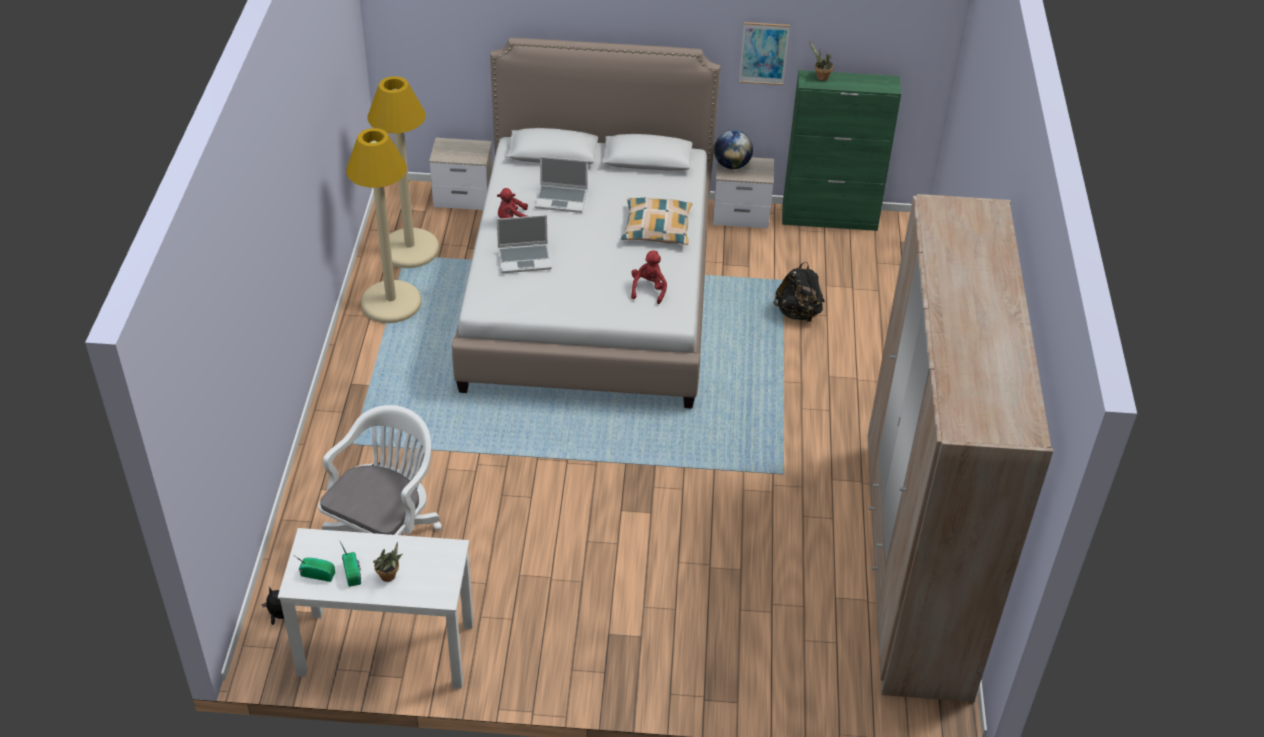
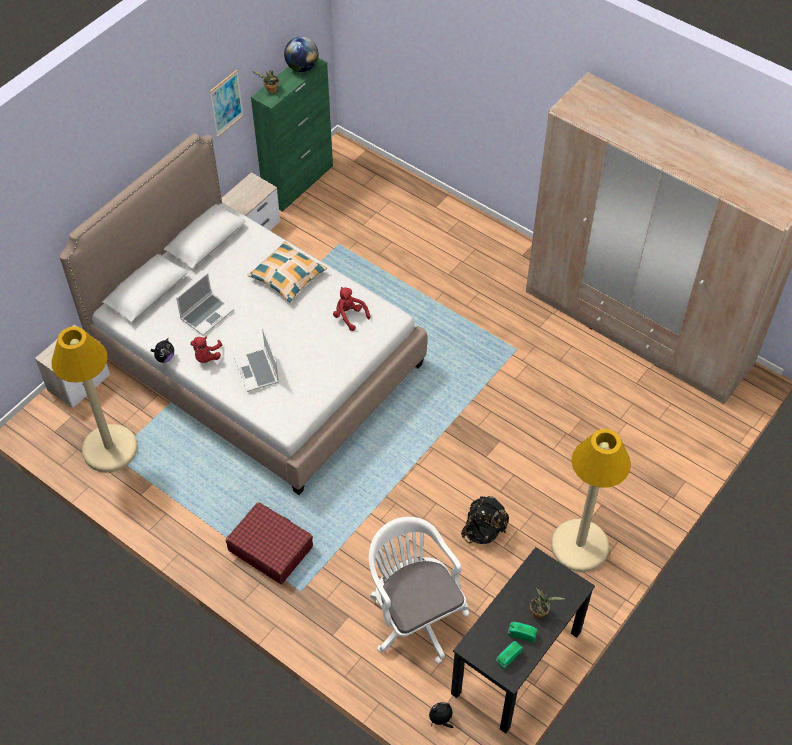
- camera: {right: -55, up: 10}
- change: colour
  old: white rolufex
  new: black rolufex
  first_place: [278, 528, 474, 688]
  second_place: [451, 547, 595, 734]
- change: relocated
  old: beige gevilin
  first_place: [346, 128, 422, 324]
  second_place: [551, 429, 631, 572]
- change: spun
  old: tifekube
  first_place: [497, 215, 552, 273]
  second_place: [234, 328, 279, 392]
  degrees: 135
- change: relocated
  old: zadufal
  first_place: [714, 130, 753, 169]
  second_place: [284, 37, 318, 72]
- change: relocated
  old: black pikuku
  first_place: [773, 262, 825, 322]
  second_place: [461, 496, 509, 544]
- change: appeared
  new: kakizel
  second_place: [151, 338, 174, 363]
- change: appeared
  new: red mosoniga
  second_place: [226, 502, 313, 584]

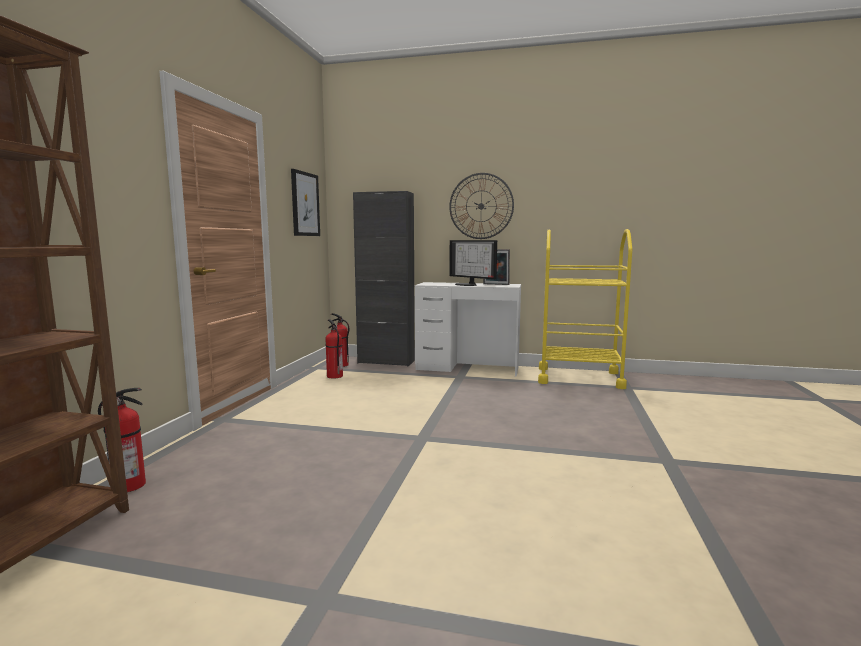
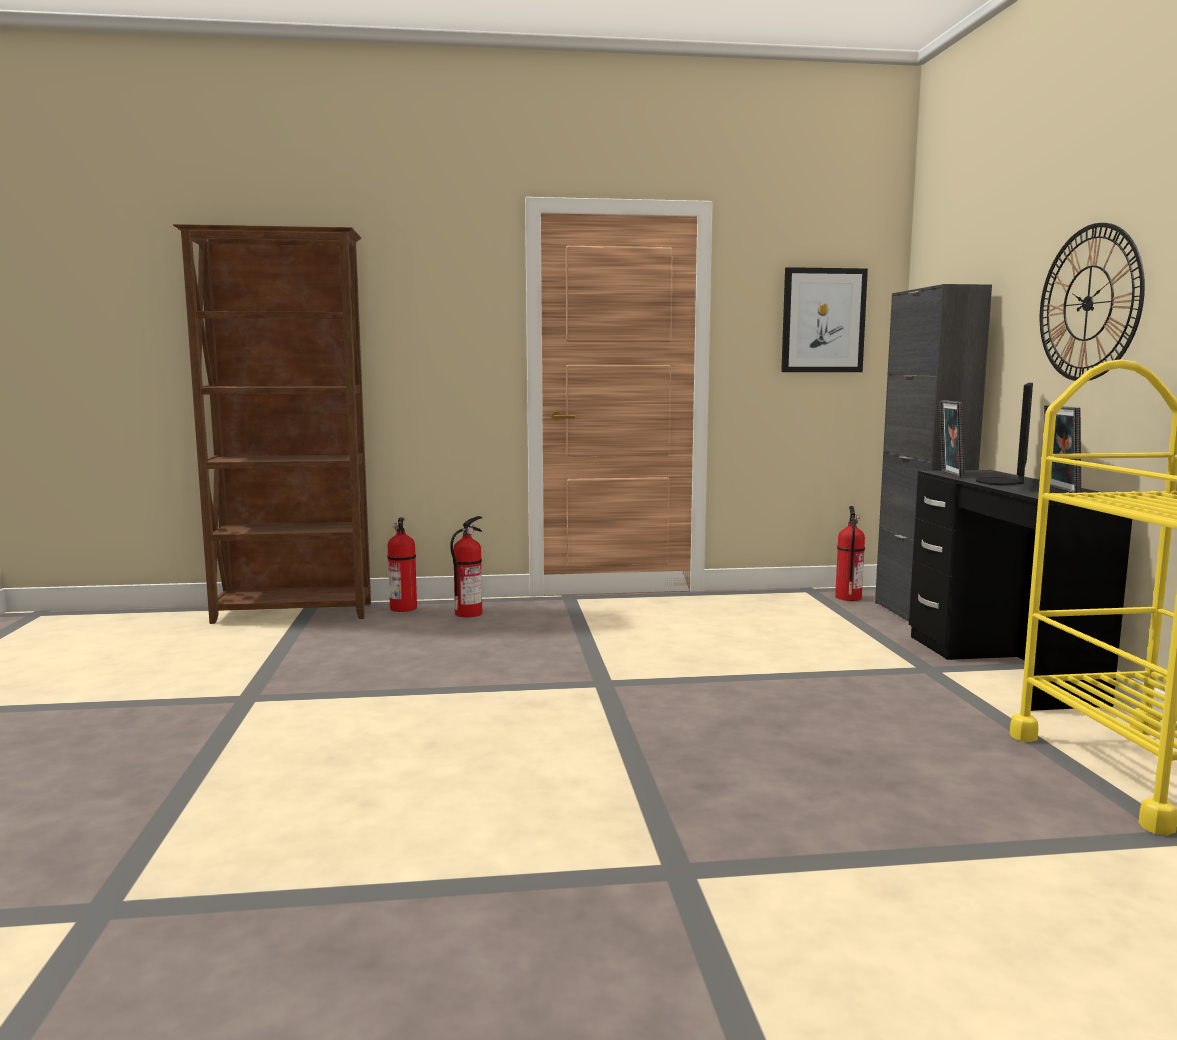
- camera: {right: 70, up: 0}
- change: relocated
  old: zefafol
  first_place: [325, 319, 343, 378]
  second_place: [450, 516, 482, 617]
- change: colour
  old: white rolufex
  new: black rolufex
  first_place: [415, 282, 521, 377]
  second_place: [909, 470, 1132, 711]
- change: appeared
  new: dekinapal
  second_place: [939, 400, 965, 478]

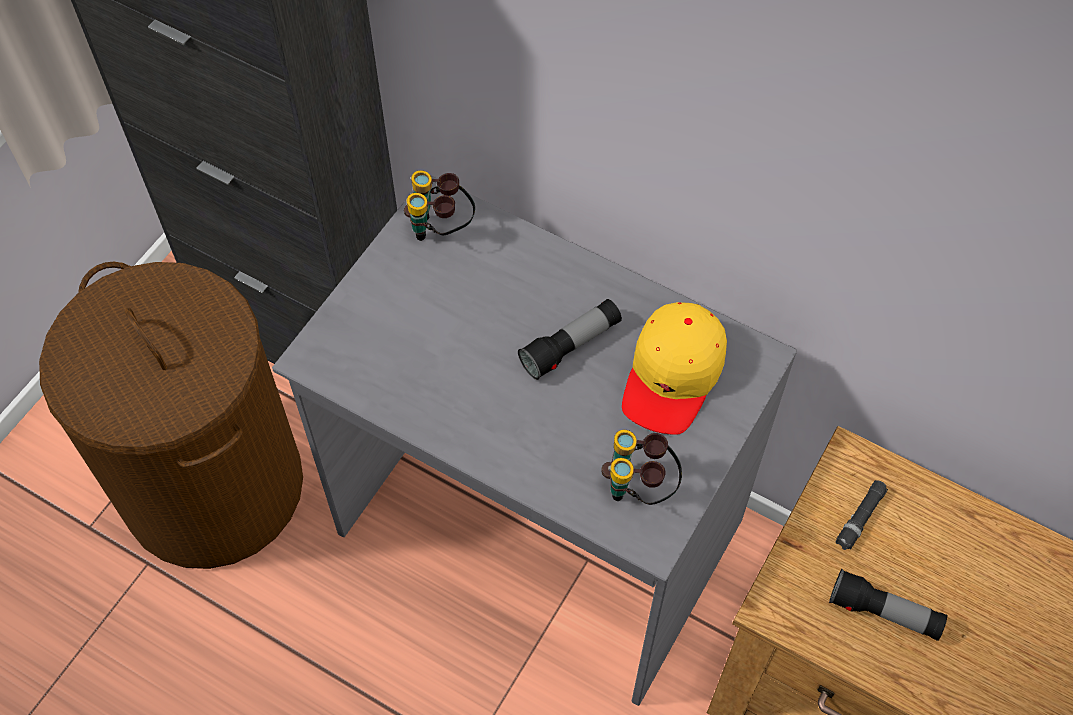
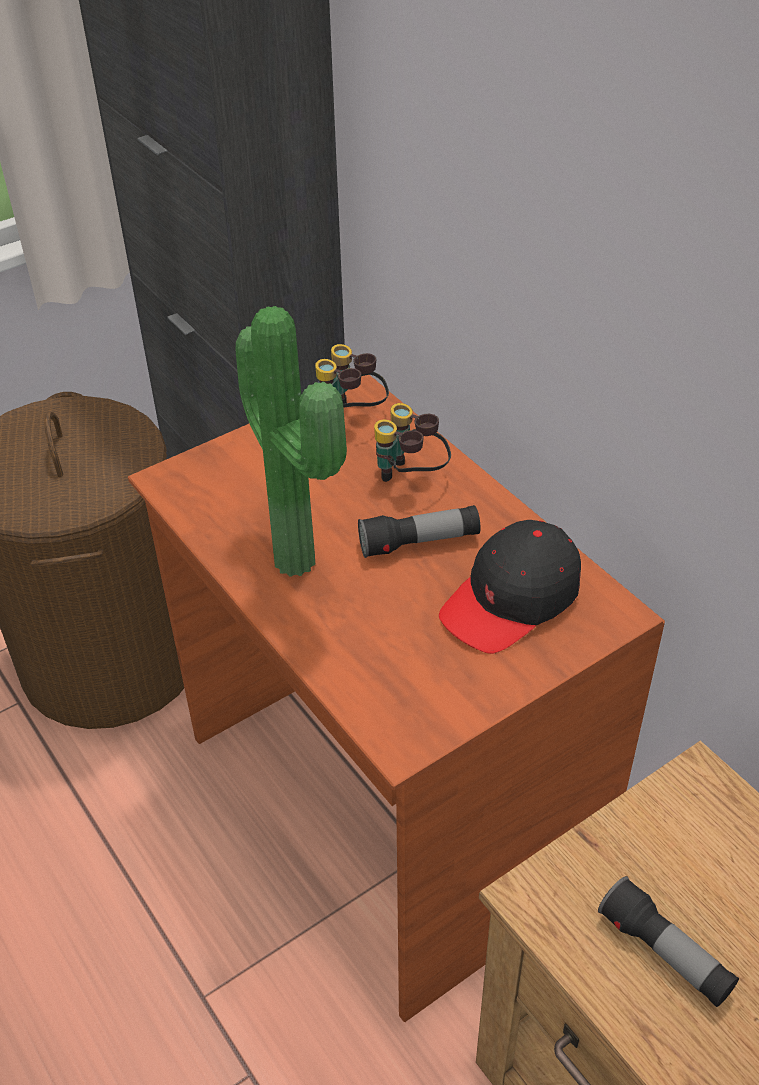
- camera: {right: 25, up: -15}
- change: colour
  old: grey rolufex
  new: brown rolufex
  first_place: [272, 176, 797, 706]
  second_place: [128, 375, 665, 1022]
- change: relocated
  old: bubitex
  first_place: [601, 430, 682, 505]
  second_place: [374, 403, 451, 482]
- change: colour
  old: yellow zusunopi
  new: black zusunopi
  first_place: [622, 302, 727, 435]
  second_place: [439, 520, 581, 654]
- change: missing
  old: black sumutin
  first_place: [836, 480, 888, 550]
- change: appeared
  new: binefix
  second_place: [236, 306, 347, 577]

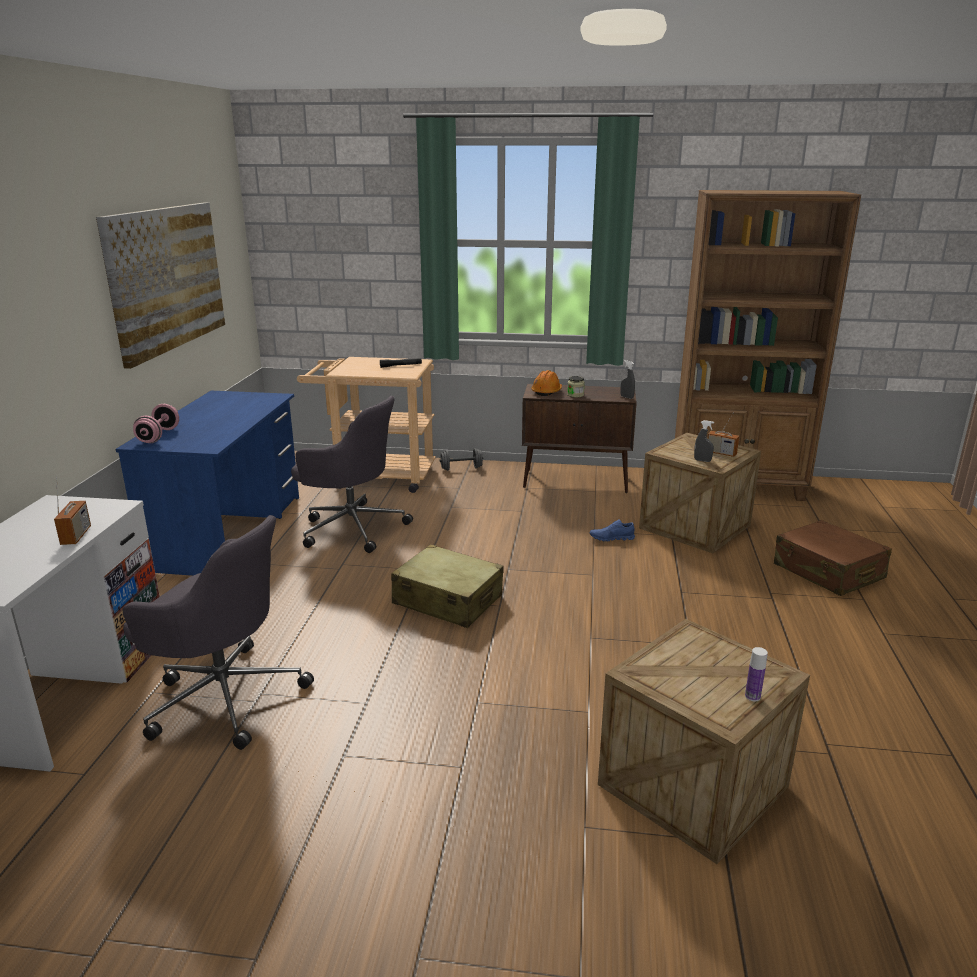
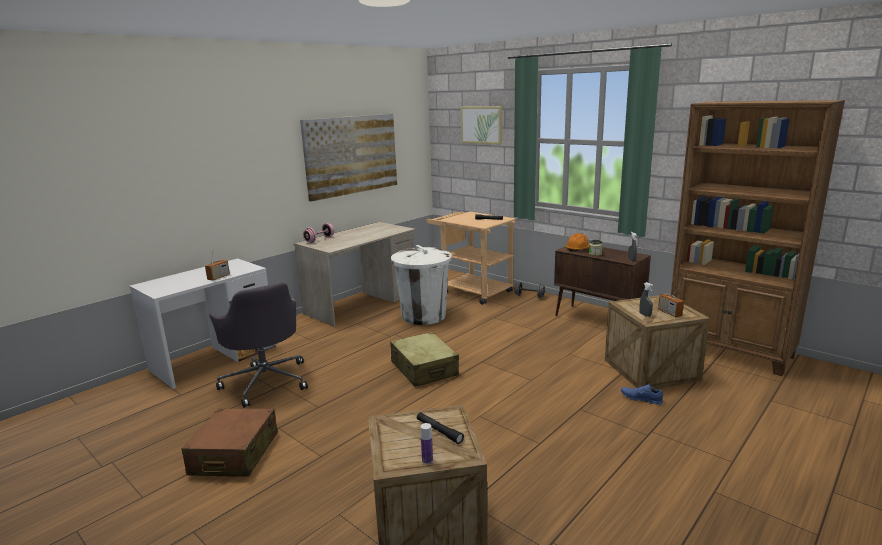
- camera: {right: 35, up: -5}
- change: colour
  old: blue rolufex
  new: beige rolufex
  first_place: [116, 391, 299, 576]
  second_place: [294, 222, 415, 327]
- change: exchanged
  old: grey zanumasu
  new: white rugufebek
  first_place: [291, 396, 413, 553]
  second_place: [391, 245, 452, 325]
- change: relocated
  old: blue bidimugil
  first_place: [590, 519, 635, 542]
  second_place: [621, 384, 663, 405]
- change: relocated
  old: brown mosoniga
  first_place: [774, 520, 892, 596]
  second_place: [182, 408, 278, 477]
- change: appeared
  new: black sumutin
  second_place: [417, 412, 464, 444]
- change: appeared
  new: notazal
  second_place: [461, 106, 502, 145]

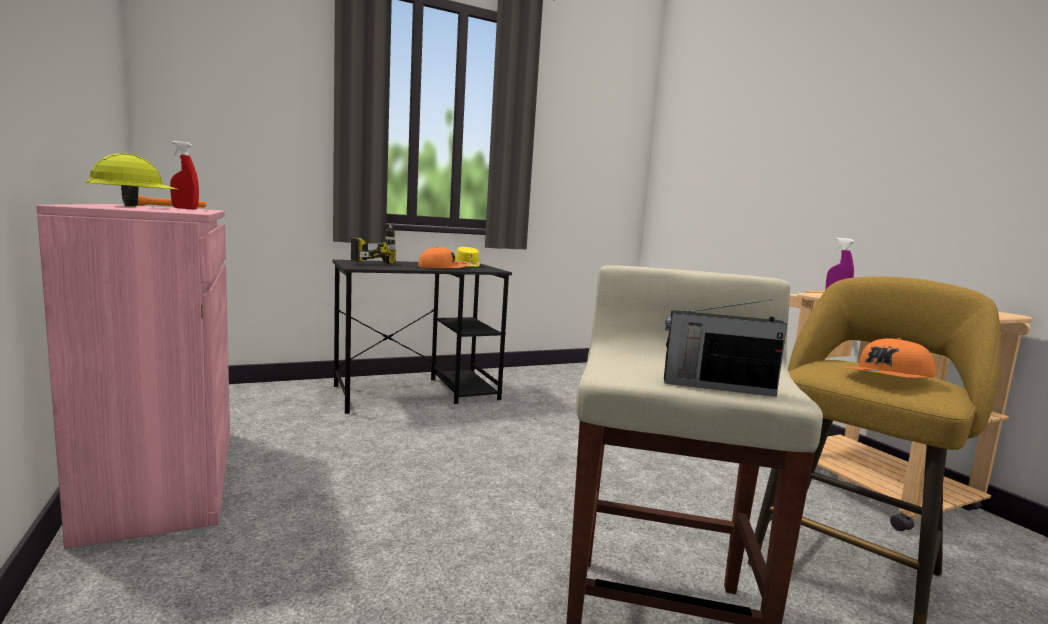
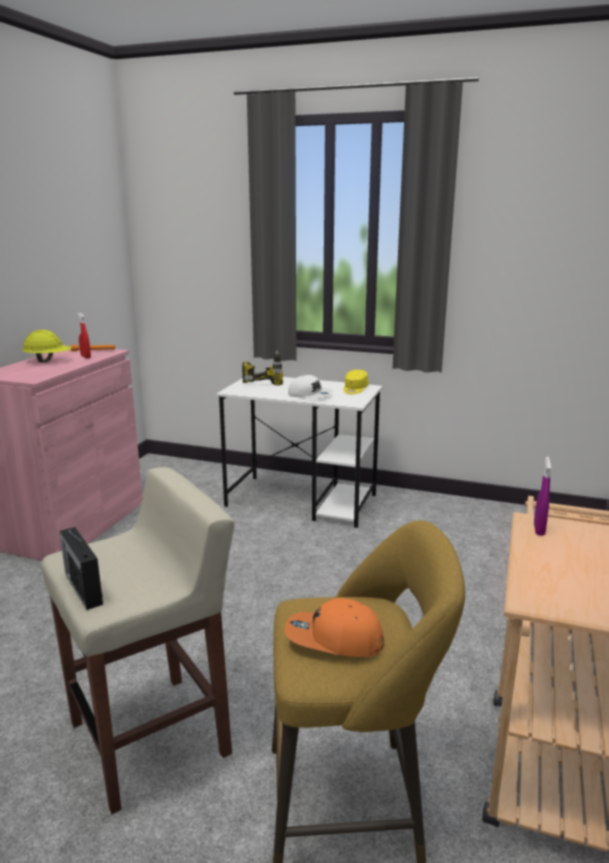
- camera: {right: 45, up: 10}
- change: colour
  old: black rolufex
  new: white rolufex
  first_place: [332, 260, 512, 414]
  second_place: [216, 377, 383, 528]
- change: colour
  old: orange zusunopi
  new: white zusunopi
  first_place: [418, 247, 469, 268]
  second_place: [288, 375, 334, 399]

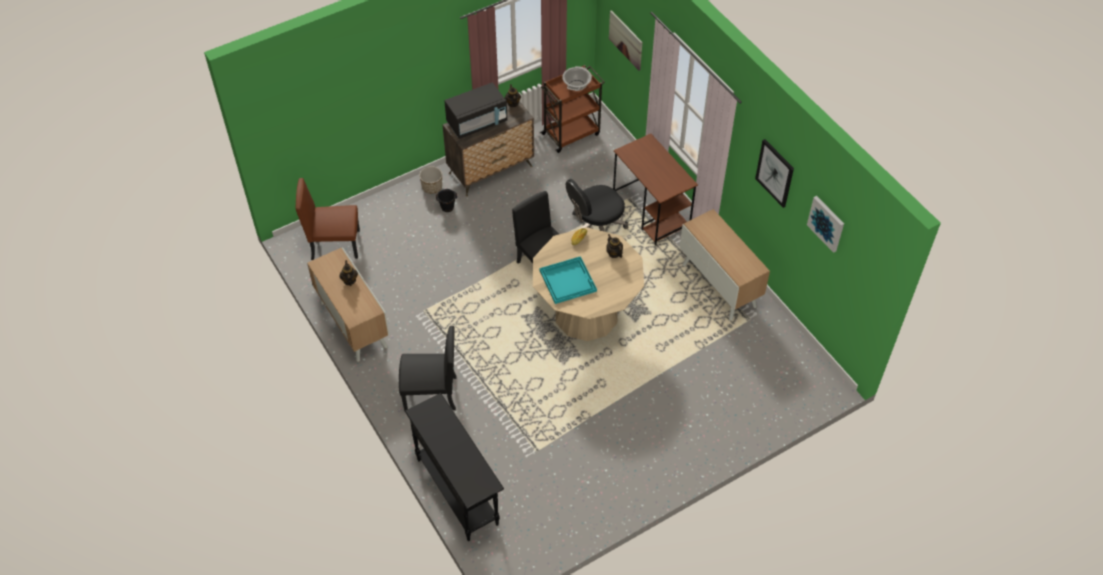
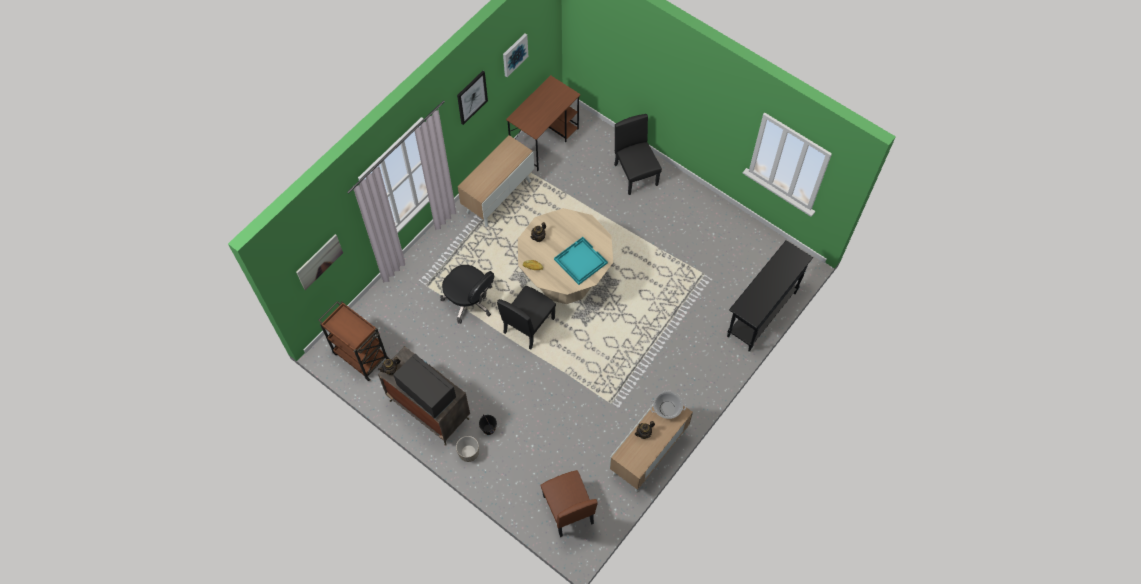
- camera: {right: -110, up: 10}
- change: relocated
  old: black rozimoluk
  first_place: [399, 326, 457, 411]
  second_place: [614, 114, 662, 195]
- change: relocated
  old: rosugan
  first_place: [562, 66, 592, 91]
  second_place: [650, 391, 686, 419]
- change: relocated
  old: brown rolufex
  first_place: [613, 134, 698, 245]
  second_place: [506, 75, 581, 171]

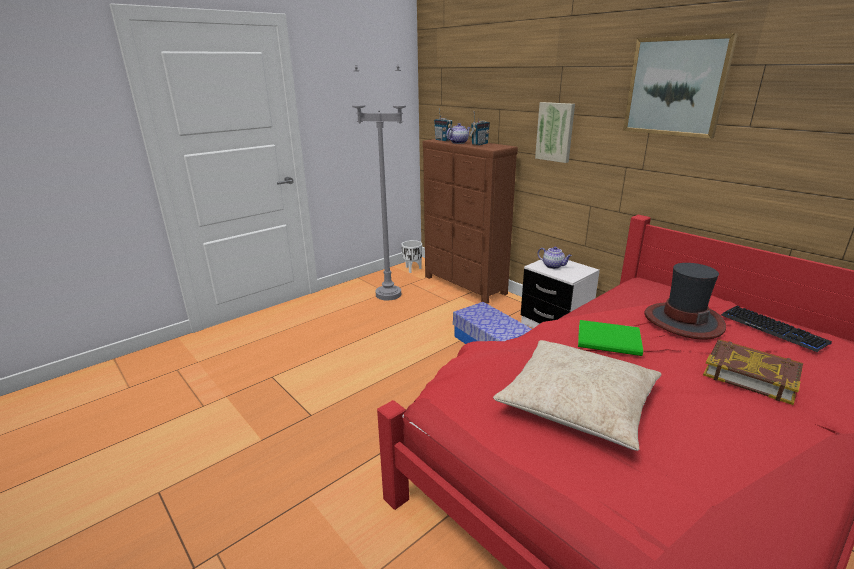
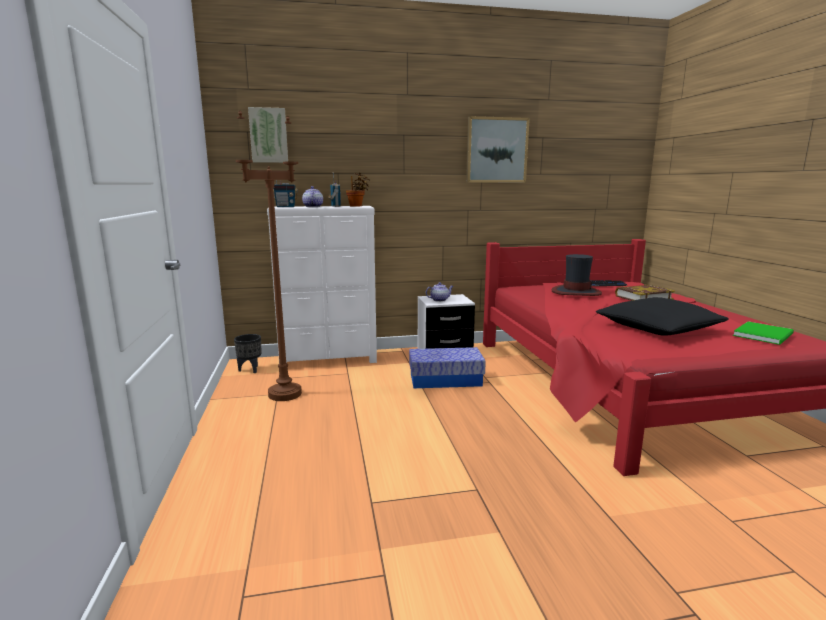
- camera: {right: -60, up: -10}
- change: colour
  old: grey gevilin
  new: brown gevilin
  first_place: [352, 65, 406, 300]
  second_place: [236, 111, 302, 401]
- change: colour
  old: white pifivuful
  new: black pifivuful
  first_place: [401, 240, 422, 273]
  second_place: [234, 334, 262, 373]
- change: colour
  old: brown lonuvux
  new: white lonuvux
  first_place: [423, 139, 518, 304]
  second_place: [267, 206, 377, 363]
- change: colour
  old: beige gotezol
  new: black gotezol
  first_place: [493, 340, 662, 451]
  second_place: [596, 297, 729, 336]
- change: relocated
  old: notazal
  first_place: [535, 102, 575, 163]
  second_place: [248, 107, 288, 163]
- change: relocated
  old: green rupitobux
  first_place: [578, 320, 643, 356]
  second_place: [733, 321, 794, 345]
- change: appeared
  new: binefix
  second_place: [346, 173, 370, 207]

